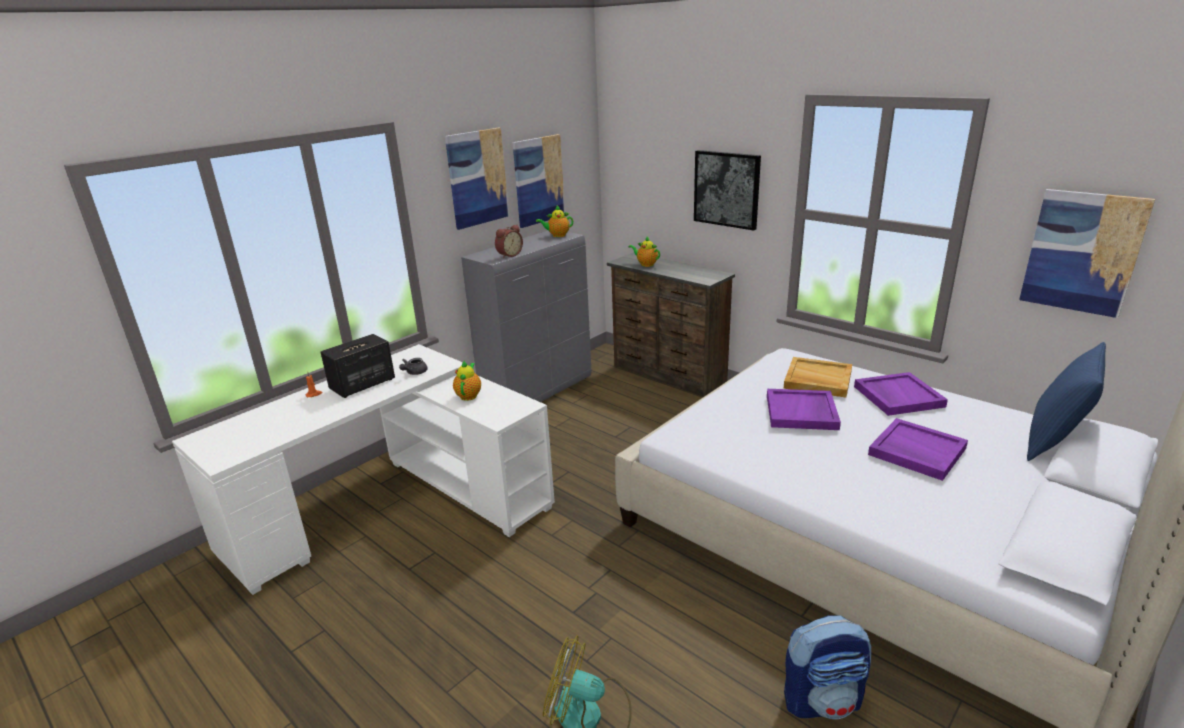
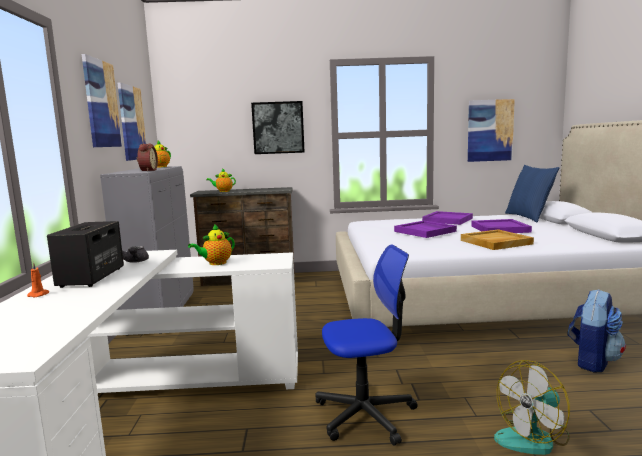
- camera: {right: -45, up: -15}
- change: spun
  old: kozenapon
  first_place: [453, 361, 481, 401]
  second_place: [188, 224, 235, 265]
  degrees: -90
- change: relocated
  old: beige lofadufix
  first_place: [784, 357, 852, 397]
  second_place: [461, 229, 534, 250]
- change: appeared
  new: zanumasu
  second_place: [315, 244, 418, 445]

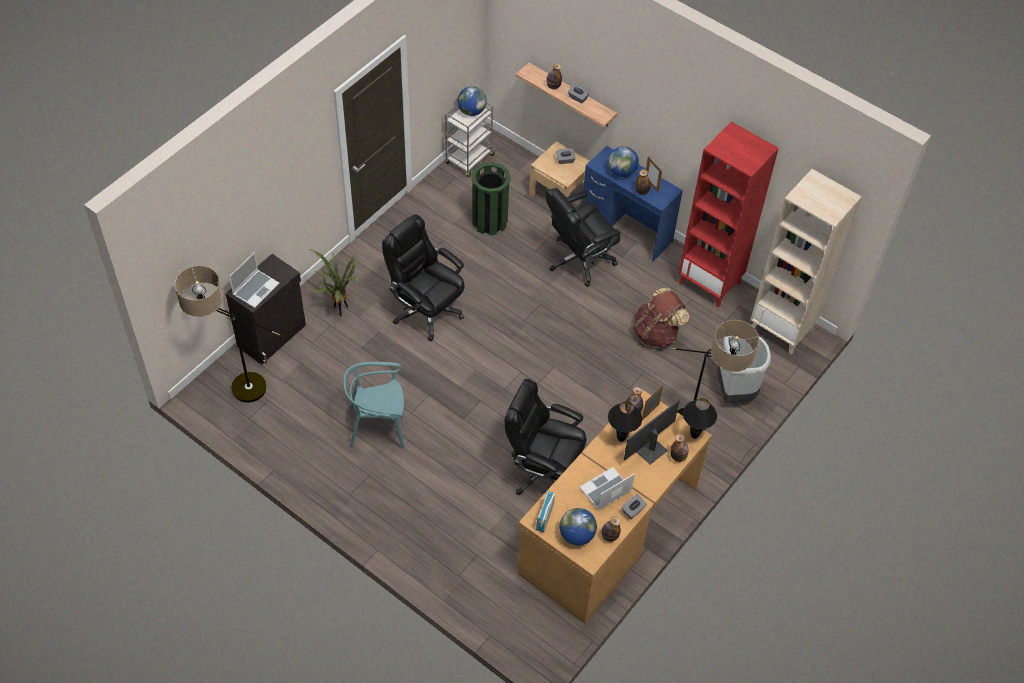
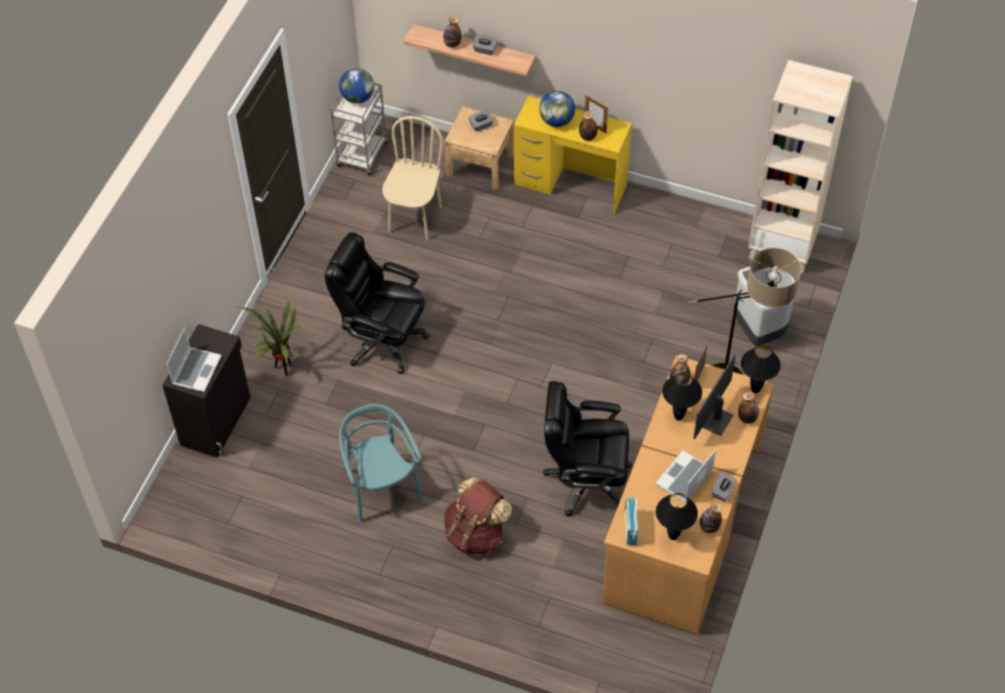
- camera: {right: -15, up: 0}
- change: missing
  old: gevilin
  first_place: [175, 266, 280, 403]
- change: spun
  old: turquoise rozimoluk
  first_place: [344, 362, 405, 449]
  second_place: [339, 404, 423, 523]
  degrees: 90
- change: exchanged
  old: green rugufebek
  new: beige rozimoluk
  first_place: [472, 162, 511, 235]
  second_place: [382, 116, 443, 240]
- change: missing
  old: black zanumasu
  first_place: [546, 188, 620, 287]
- change: exchanged
  old: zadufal
  new: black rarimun
  first_place: [560, 508, 597, 545]
  second_place: [656, 493, 698, 540]
- change: colour
  old: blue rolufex
  new: yellow rolufex
  first_place: [583, 146, 683, 262]
  second_place: [514, 96, 632, 214]
- change: relocated
  old: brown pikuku
  first_place: [633, 288, 689, 348]
  second_place: [444, 477, 512, 555]
- change: missing
  old: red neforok
  first_place: [678, 122, 779, 307]

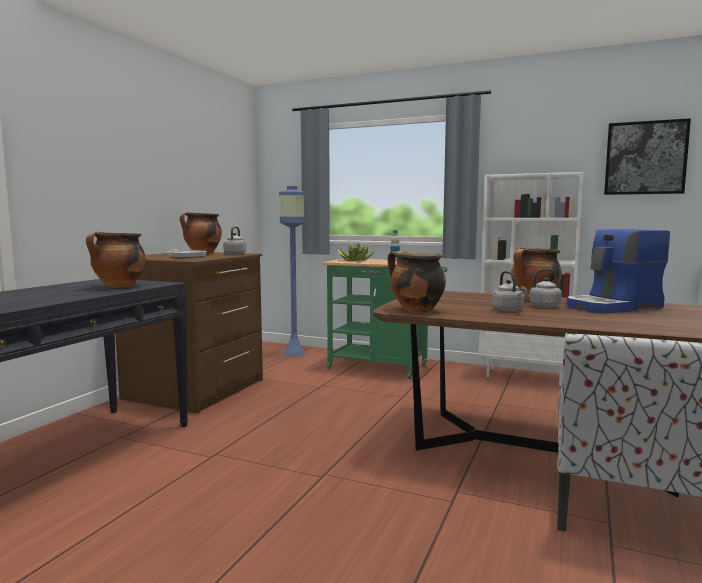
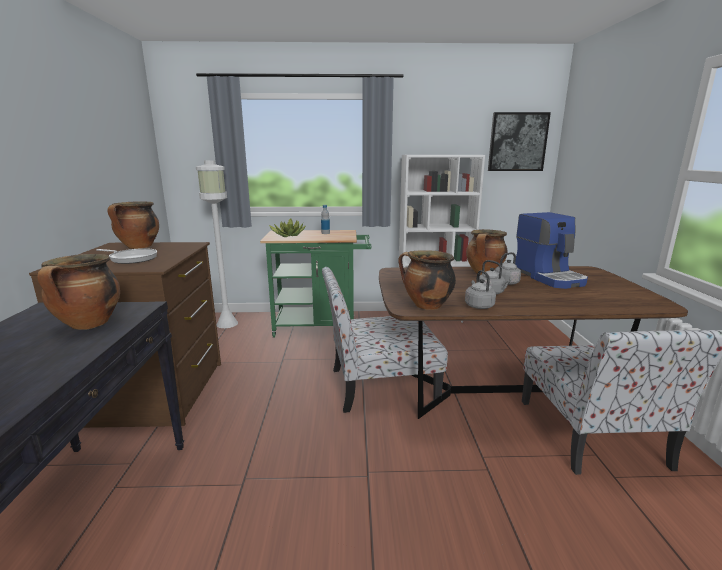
- camera: {right: -25, up: 10}
- change: relocated
  old: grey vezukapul
  first_place: [223, 226, 246, 255]
  second_place: [465, 270, 496, 309]
- change: colour
  old: blue gevilin
  new: white gevilin
  first_place: [279, 186, 306, 357]
  second_place: [196, 160, 238, 328]
- change: spun
  old: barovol
  first_place: [567, 229, 670, 314]
  second_place: [515, 212, 588, 289]
  degrees: -60
- change: appeared
  new: rozimoluk
  second_place: [322, 267, 448, 413]

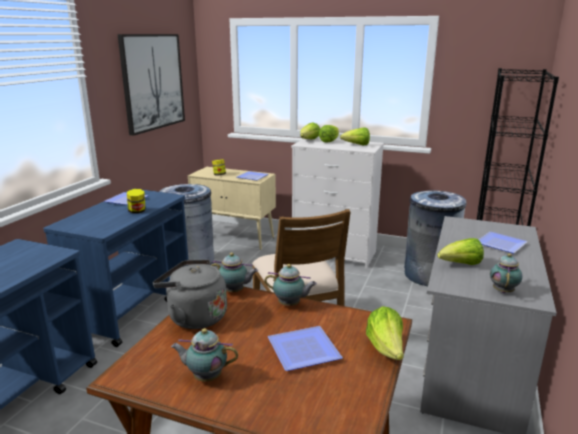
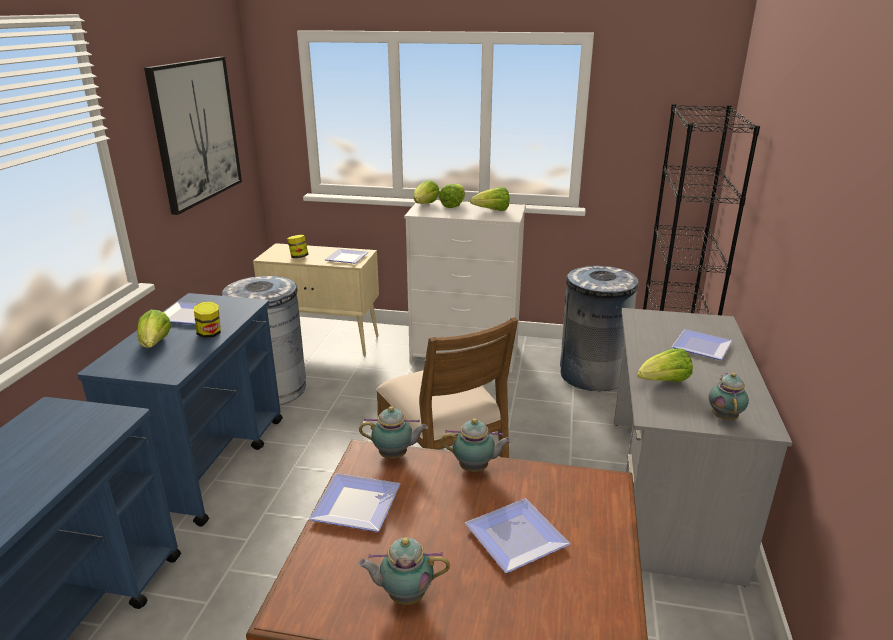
- camera: {right: -10, up: 5}
- change: exchanged
  old: grey vezukapul
  new: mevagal
  first_place: [153, 259, 227, 329]
  second_place: [309, 473, 400, 532]
- change: relocated
  old: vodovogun
  first_place: [366, 306, 404, 360]
  second_place: [137, 310, 172, 348]

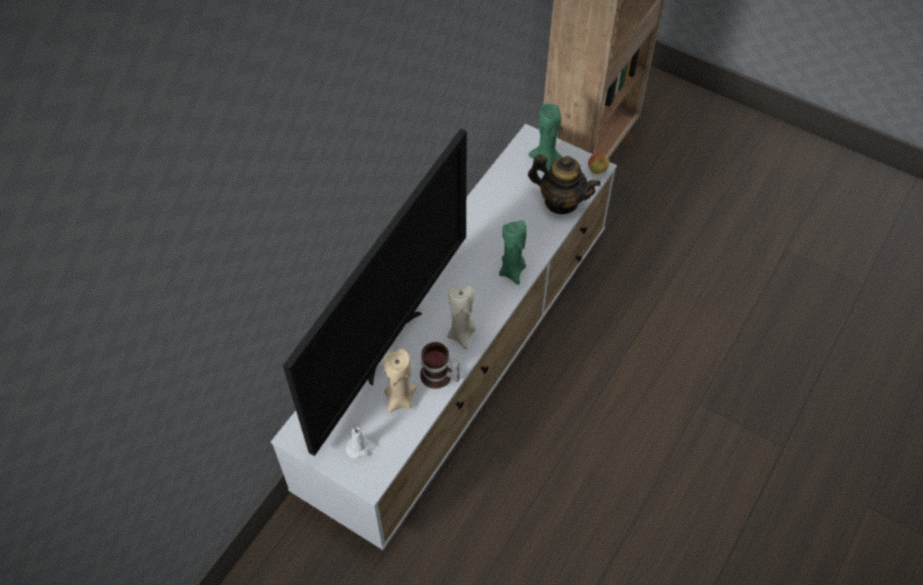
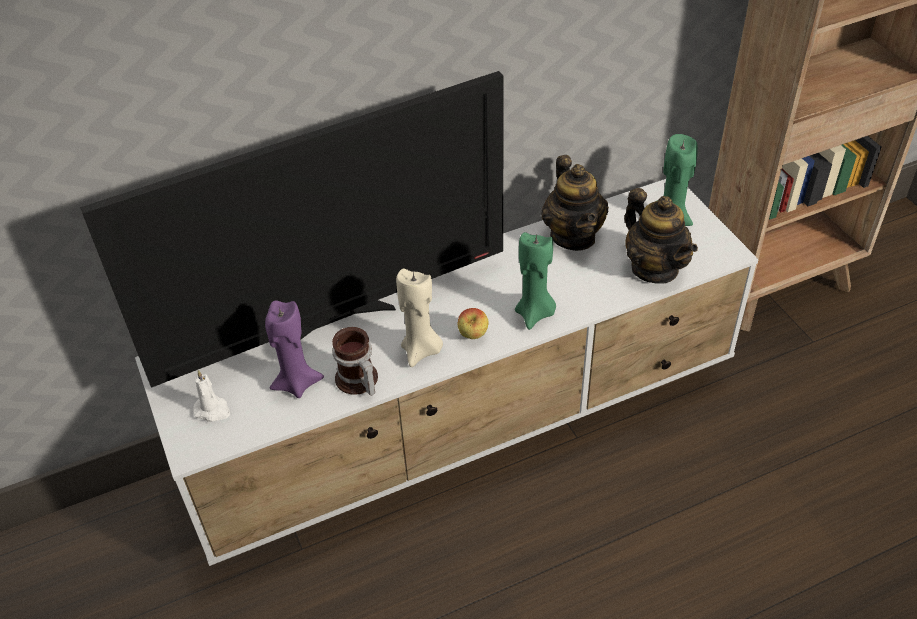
- camera: {right: 35, up: -10}
- change: colour
  old: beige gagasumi
  new: purple gagasumi
  first_place: [384, 349, 417, 413]
  second_place: [265, 300, 324, 398]
- change: relocated
  old: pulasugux
  first_place: [588, 153, 609, 174]
  second_place: [458, 308, 489, 339]
- change: appeared
  new: kozenapon
  second_place: [541, 155, 609, 251]

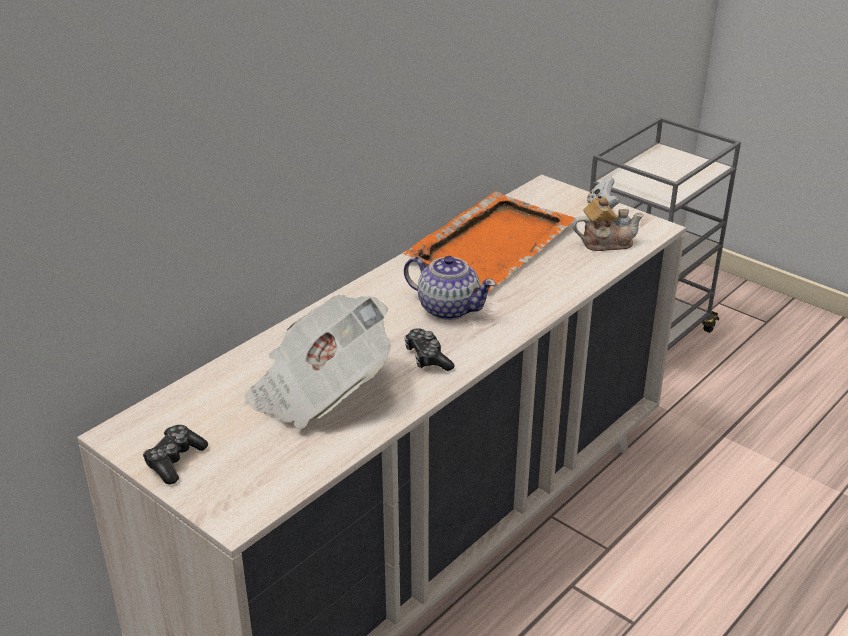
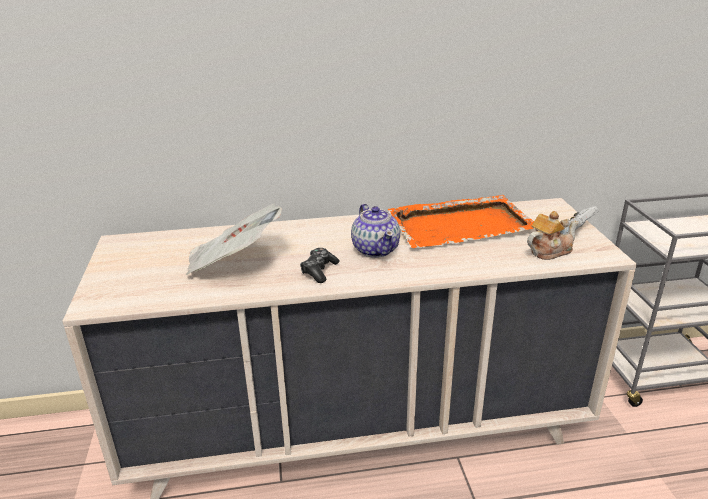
- camera: {right: 40, up: -5}
- change: missing
  old: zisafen
  first_place: [143, 425, 208, 484]
- change: spun
  old: kozenapon
  first_place: [572, 196, 644, 251]
  second_place: [527, 211, 579, 260]
  degrees: -60

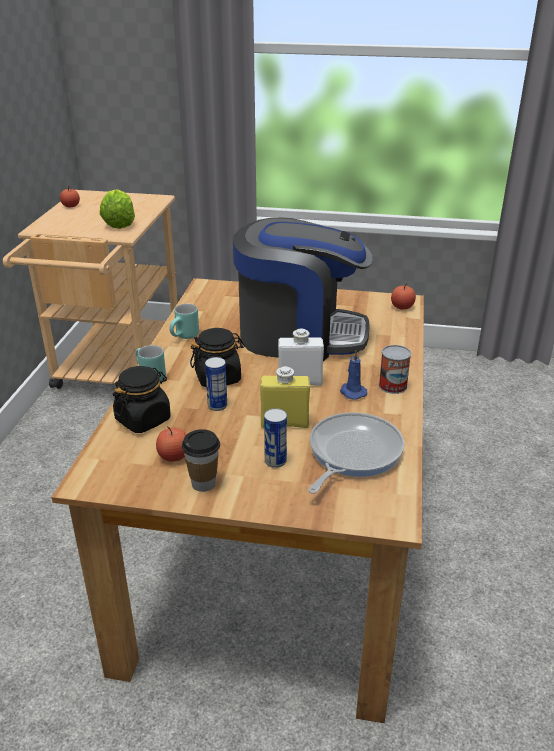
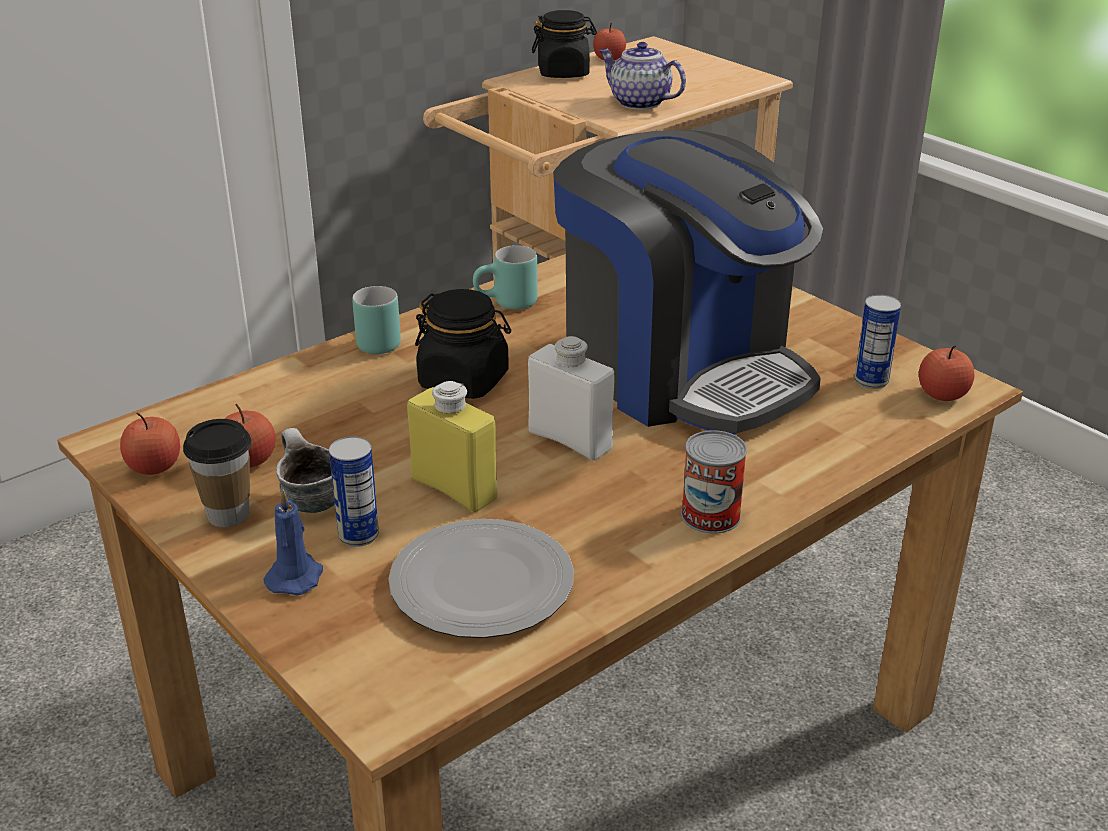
- camera: {right: 40, up: 0}
- change: exchanged
  old: vodovogun
  new: kozenapon
  first_place: [100, 189, 135, 229]
  second_place: [599, 42, 686, 110]
- change: relocated
  old: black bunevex
  first_place: [113, 366, 171, 433]
  second_place: [532, 10, 597, 78]
- change: relocated
  old: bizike
  first_place: [205, 357, 227, 411]
  second_place: [855, 295, 901, 389]
- change: exchanged
  old: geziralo
  new: mevagal
  first_place: [308, 412, 405, 494]
  second_place: [388, 519, 574, 638]
- change: relocated
  old: blue gagasumi
  first_place: [340, 351, 367, 400]
  second_place: [263, 489, 323, 595]
- change: appeared
  new: pulasugux
  second_place: [120, 412, 180, 475]
- change: appeared
  new: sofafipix
  second_place: [276, 428, 335, 513]

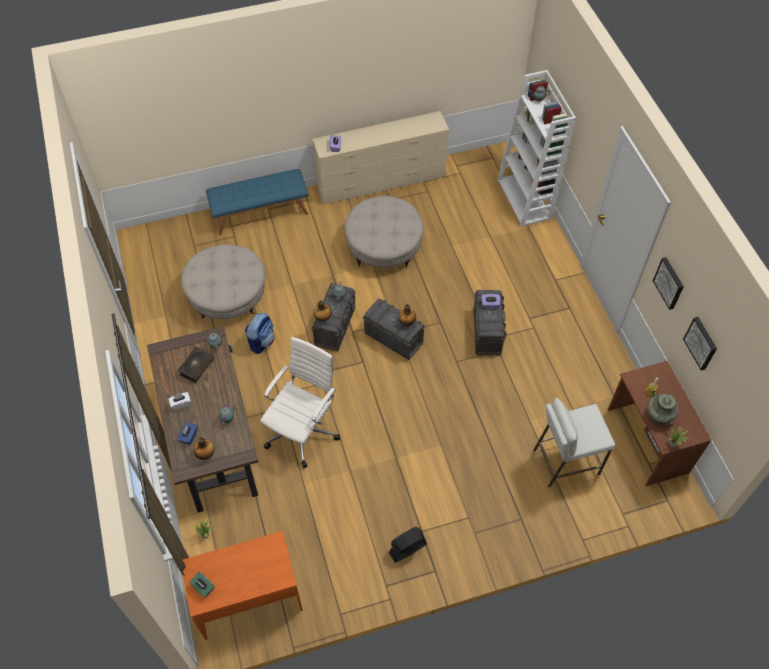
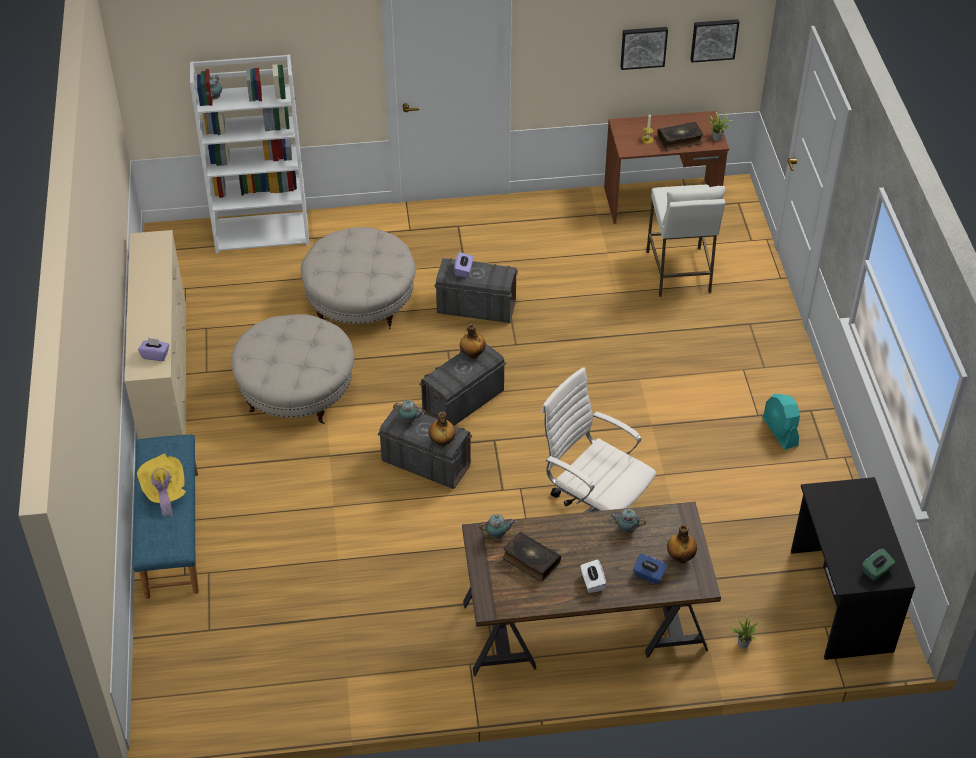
- camera: {right: -80, up: -10}
- change: relocated
  old: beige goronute
  first_place: [181, 244, 265, 319]
  second_place: [301, 227, 416, 329]
- change: colour
  old: orange rolufex
  new: black rolufex
  first_place: [183, 531, 303, 640]
  second_place: [791, 477, 915, 660]
- change: missing
  old: pikuku
  first_place: [245, 313, 275, 354]
- change: colour
  old: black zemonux
  new: turquoise zemonux
  first_place: [389, 527, 427, 563]
  second_place: [762, 394, 800, 450]
- change: exchanged
  old: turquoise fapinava
  new: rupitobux
  first_place: [648, 391, 679, 426]
  second_place: [657, 122, 703, 151]
- change: relocated
  old: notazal
  first_place: [653, 257, 684, 310]
  second_place: [690, 19, 739, 63]
- change: appeared
  new: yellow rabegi
  second_place: [137, 454, 186, 519]

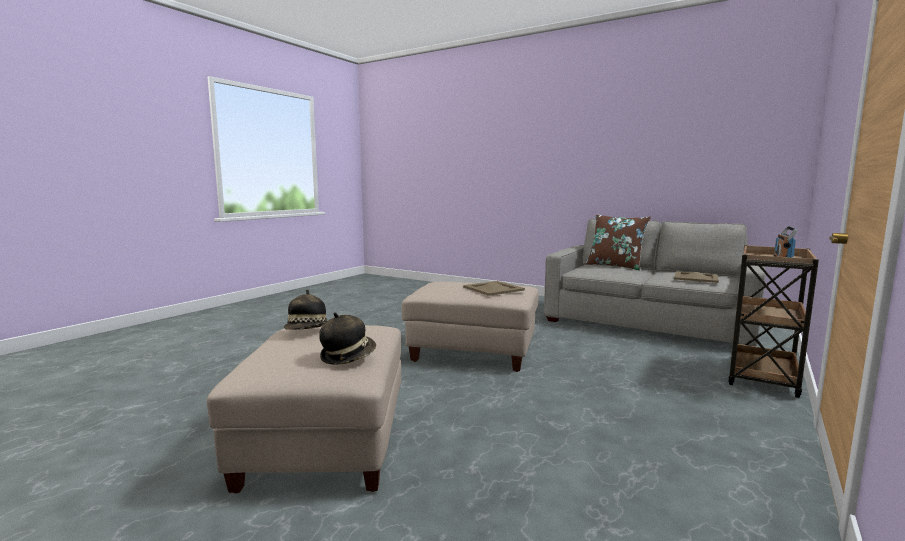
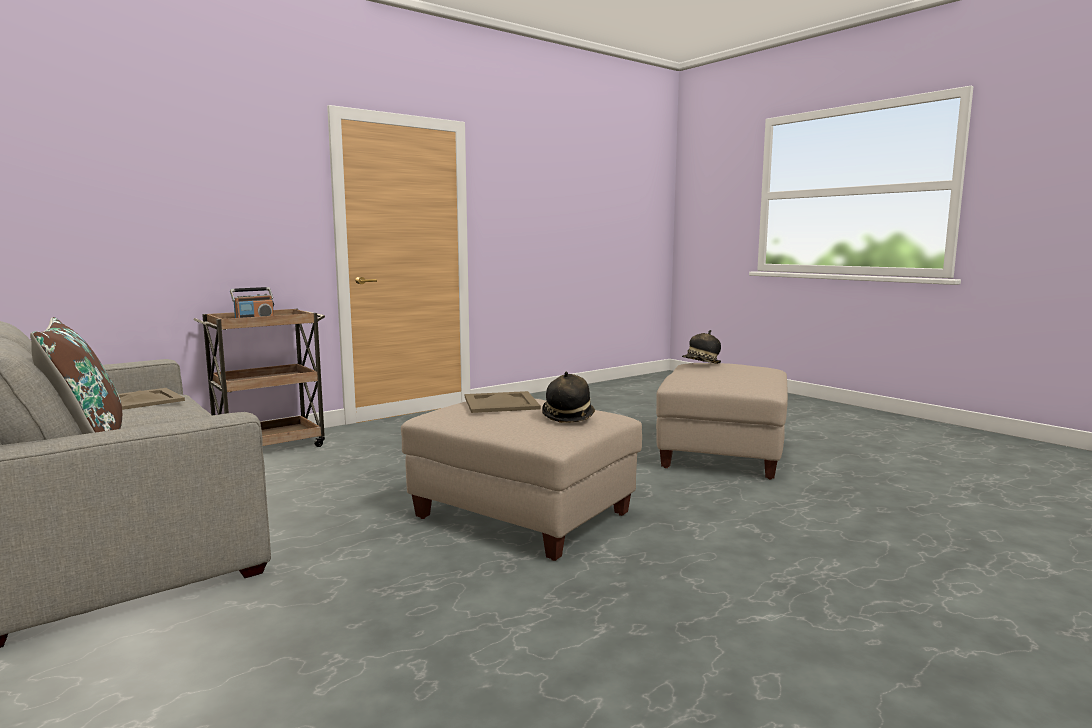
- camera: {right: -160, up: 0}
- change: relocated
  old: rabegi
  first_place: [284, 289, 327, 330]
  second_place: [542, 372, 595, 423]

